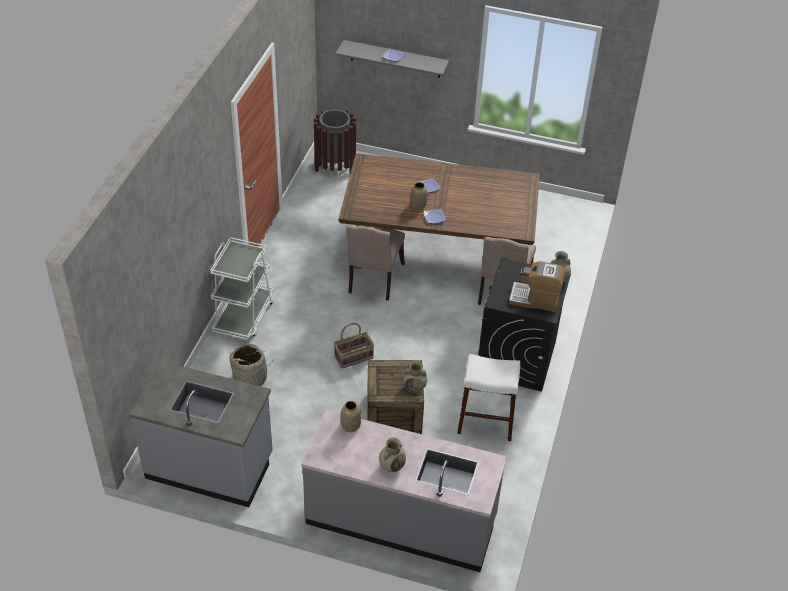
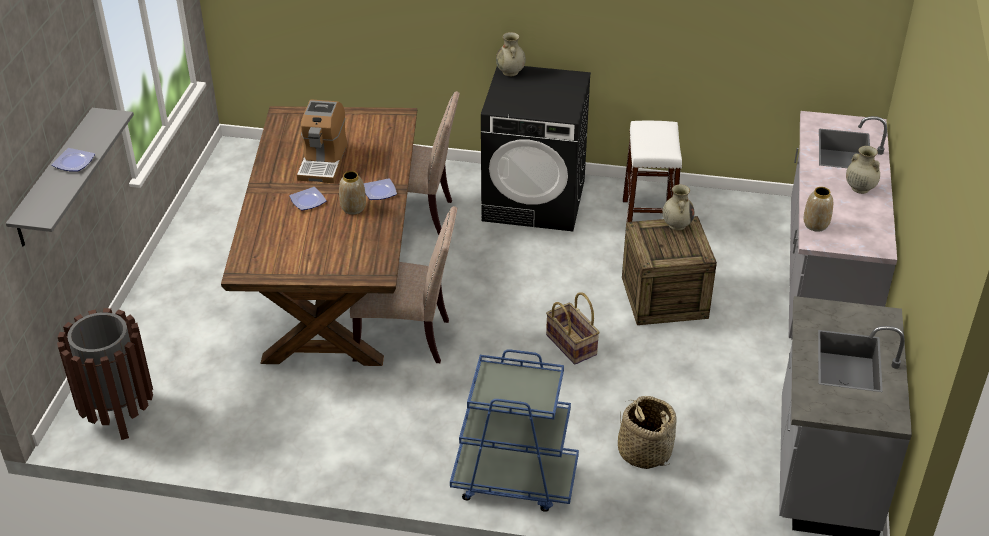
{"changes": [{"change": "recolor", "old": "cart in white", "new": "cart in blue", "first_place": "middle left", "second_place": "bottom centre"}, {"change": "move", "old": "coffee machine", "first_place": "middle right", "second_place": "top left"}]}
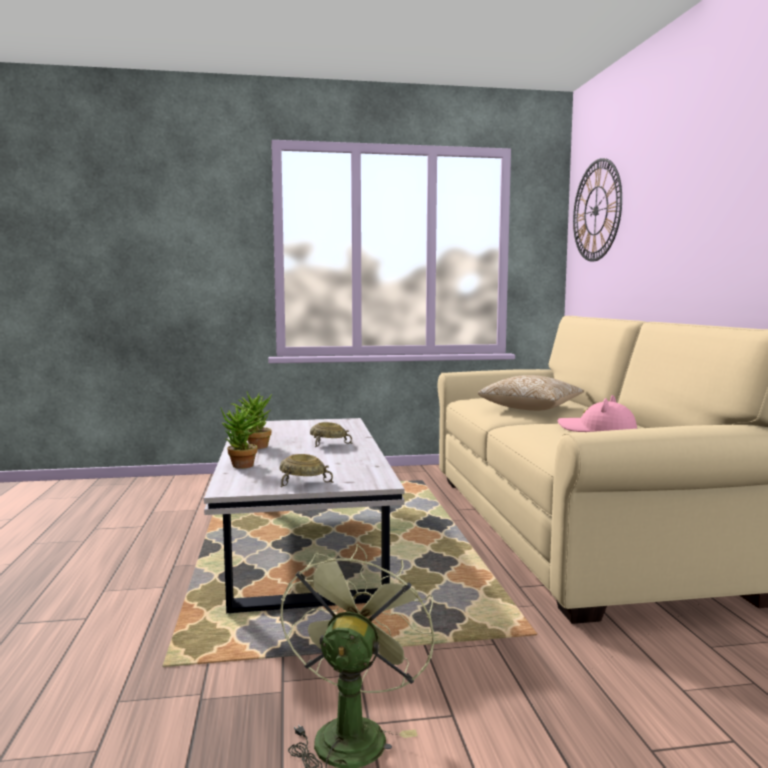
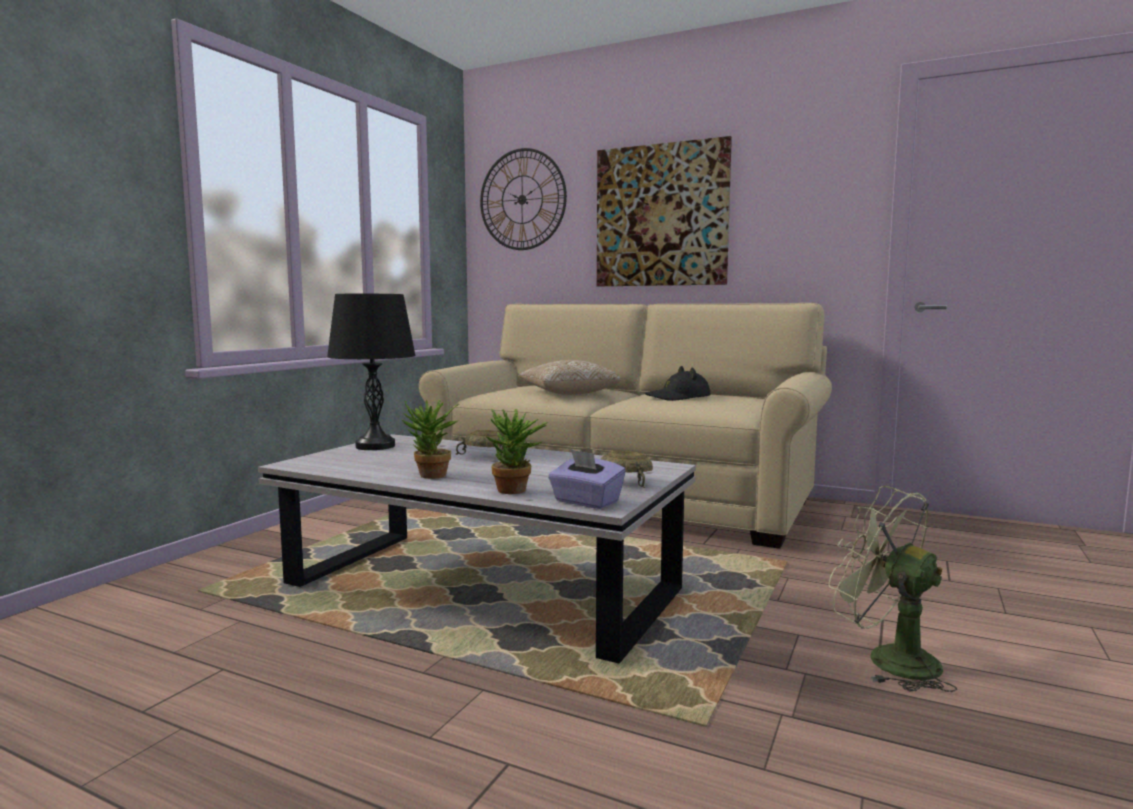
{"changes": [{"change": "recolor", "old": "hat in pink", "new": "hat in black", "first_place": "middle right", "second_place": "centre"}, {"change": "insert", "new": "table lamp in black", "second_place": "middle left"}, {"change": "insert", "new": "tissue box in purple", "second_place": "centre"}, {"change": "insert", "new": "picture", "second_place": "top centre"}]}
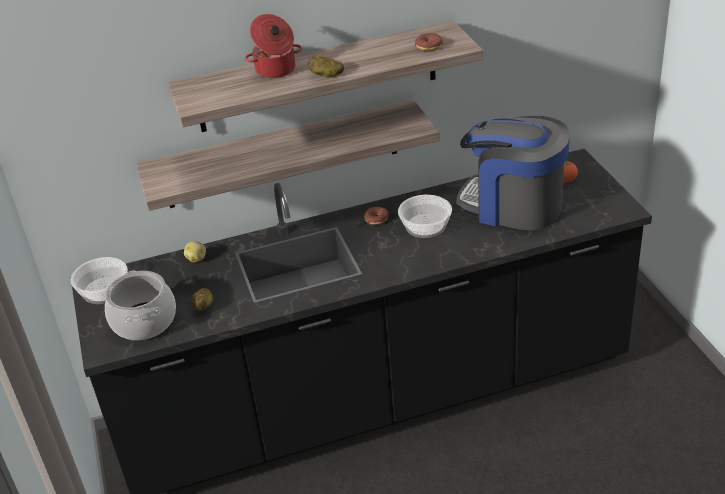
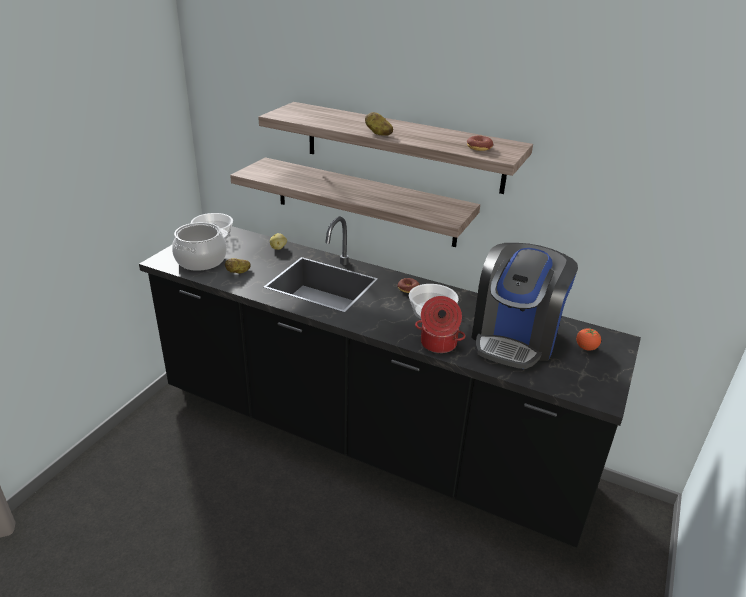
{"changes": [{"change": "move", "old": "cooking pot (2nd from left)", "first_place": "top centre", "second_place": "centre"}, {"change": "rotate", "old": "coffee machine", "first_place": "middle right", "second_place": "middle right", "degrees": -135}]}
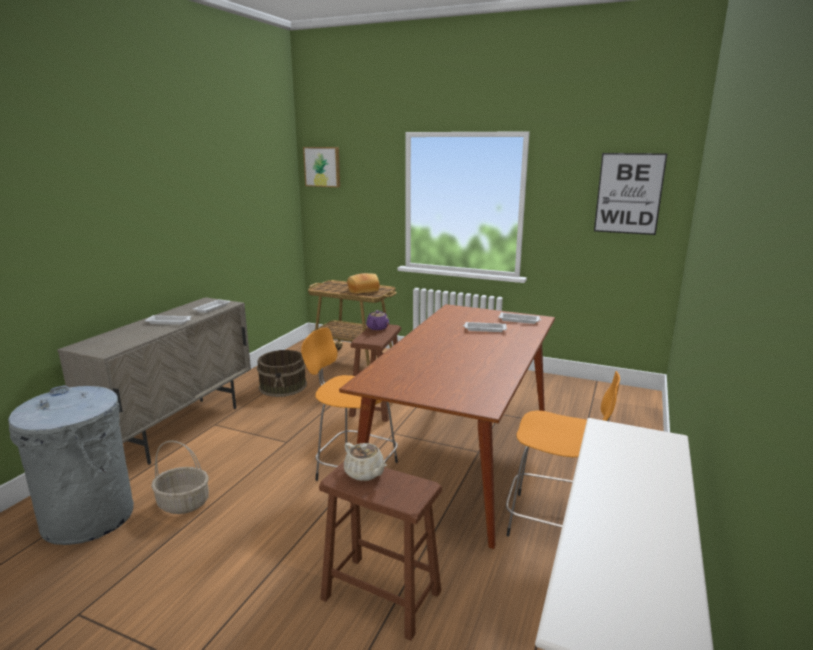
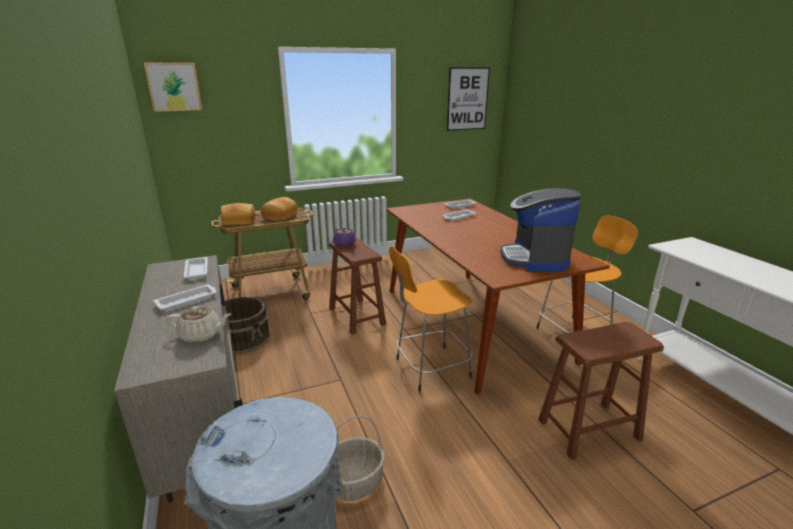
{"changes": [{"change": "move", "old": "teapot in beige", "first_place": "bottom centre", "second_place": "middle left"}, {"change": "insert", "new": "bread (1st from left)", "second_place": "middle left"}, {"change": "insert", "new": "coffee machine", "second_place": "middle right"}]}
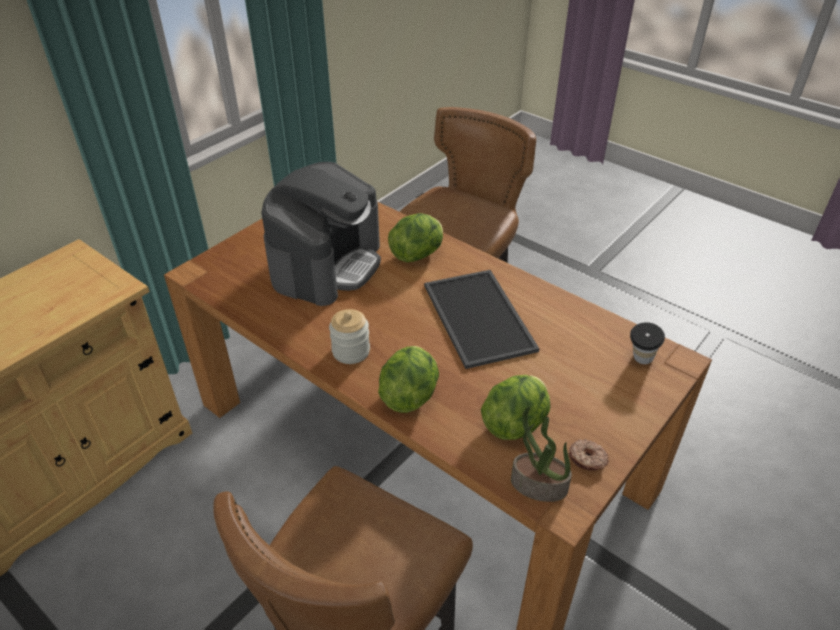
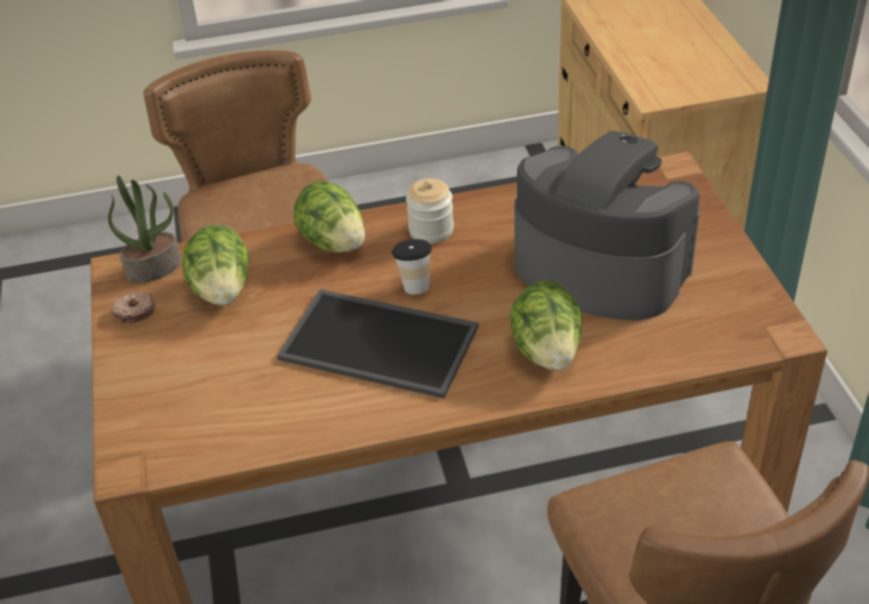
{"changes": [{"change": "rotate", "old": "coffee machine", "first_place": "centre", "second_place": "middle right", "degrees": 150}, {"change": "move", "old": "cup", "first_place": "middle right", "second_place": "centre"}]}
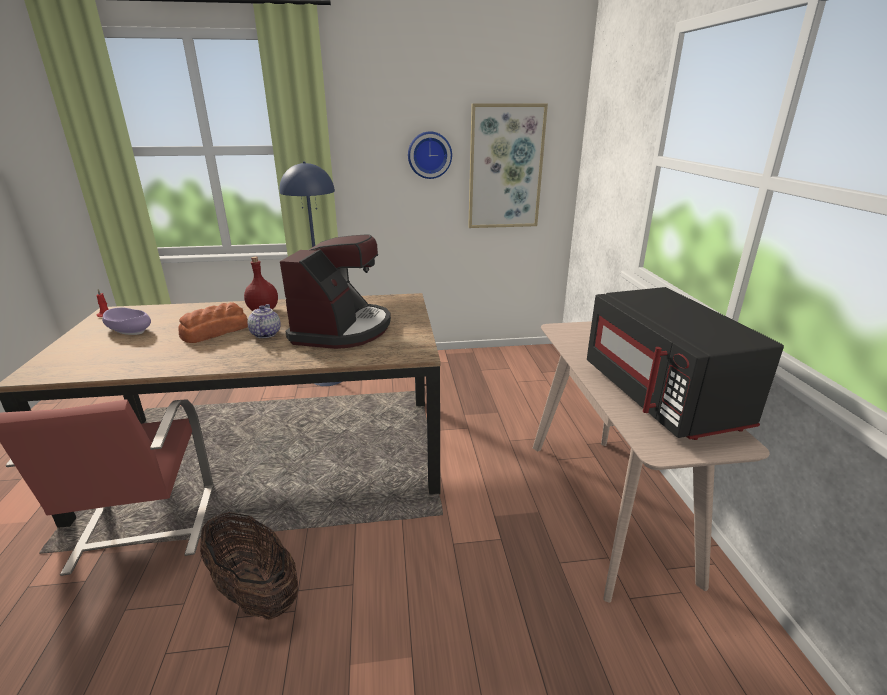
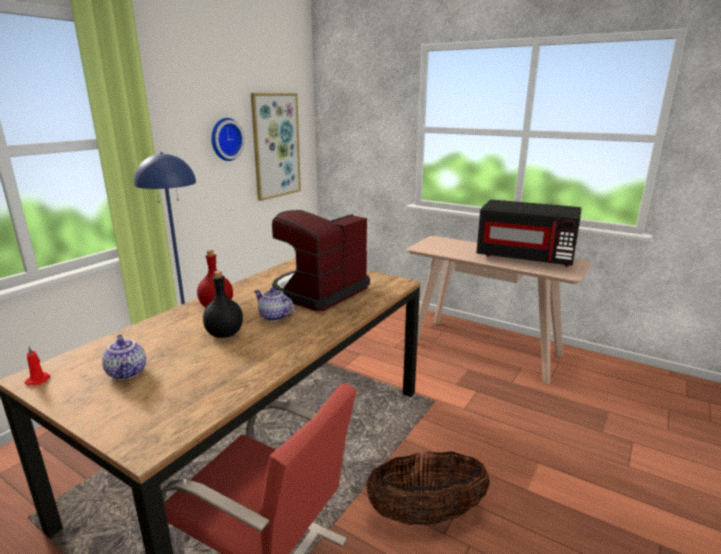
{"changes": [{"change": "replace", "old": "bowl in purple", "new": "teapot (1st from left)", "first_place": "middle left", "second_place": "middle left"}, {"change": "replace", "old": "bread", "new": "bottle in black", "first_place": "middle left", "second_place": "middle left"}, {"change": "rotate", "old": "coffee machine", "first_place": "centre", "second_place": "centre", "degrees": -105}]}
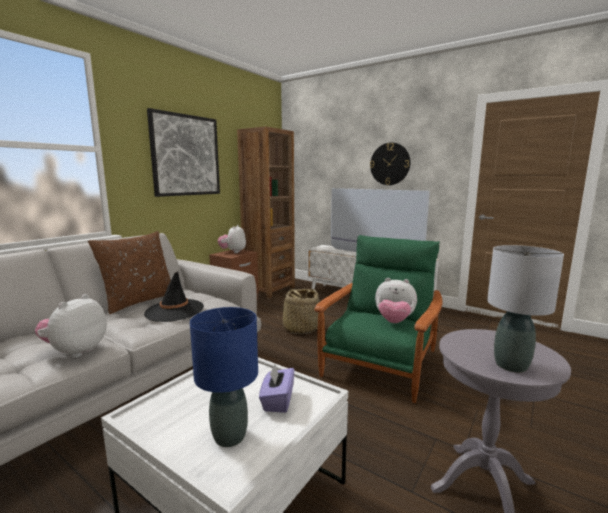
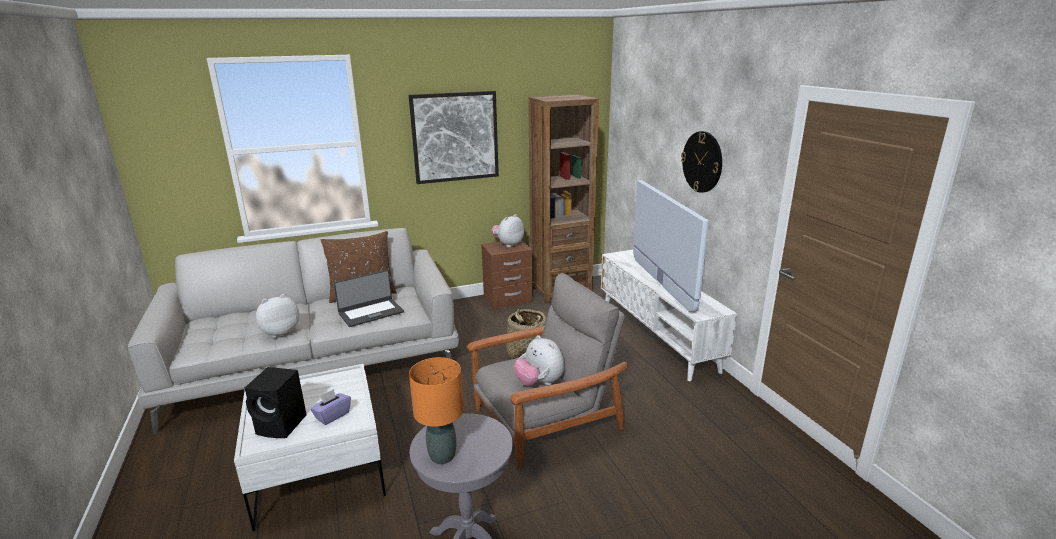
{"changes": [{"change": "replace", "old": "hat in black", "new": "laptop", "first_place": "middle left", "second_place": "centre"}, {"change": "replace", "old": "table lamp in blue", "new": "speaker in black", "first_place": "bottom centre", "second_place": "bottom left"}, {"change": "recolor", "old": "armchair in green", "new": "armchair in grey", "first_place": "centre", "second_place": "bottom centre"}, {"change": "recolor", "old": "table lamp in grey", "new": "table lamp in orange", "first_place": "middle right", "second_place": "bottom centre"}]}
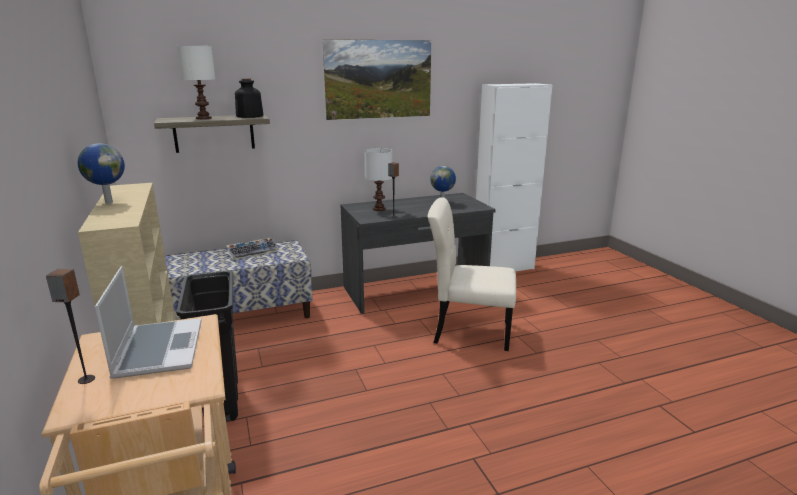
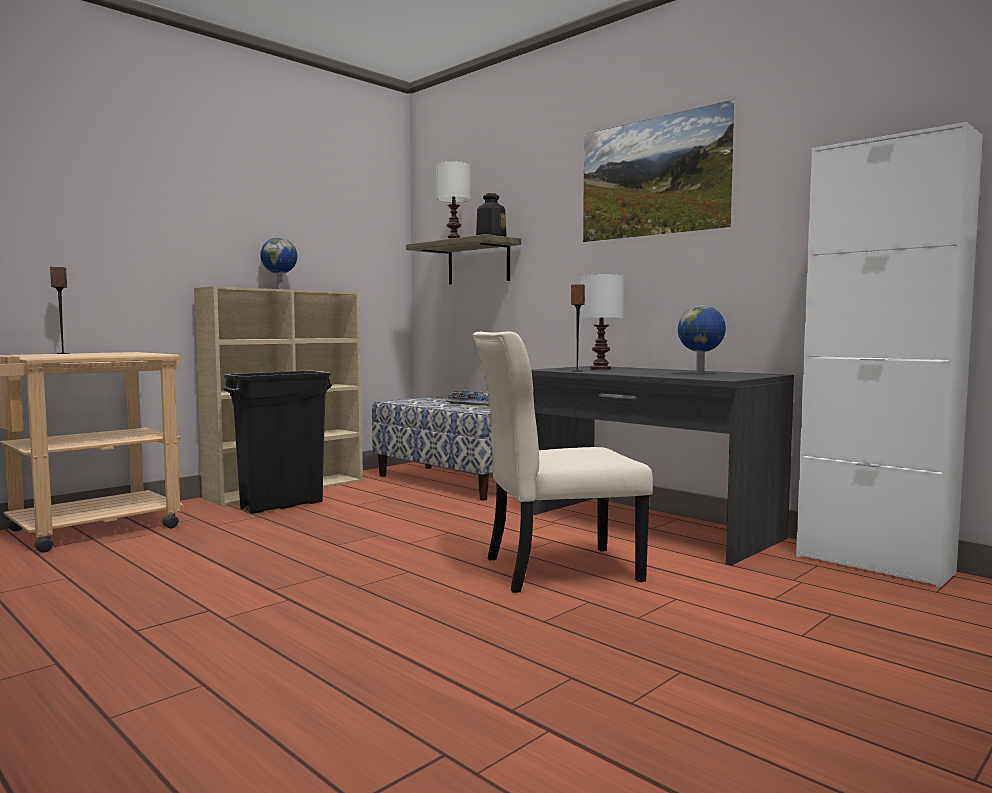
{"changes": [{"change": "delete", "old": "laptop", "first_place": "middle left"}, {"change": "rotate", "old": "chair in beige", "first_place": "centre", "second_place": "centre", "degrees": -90}]}
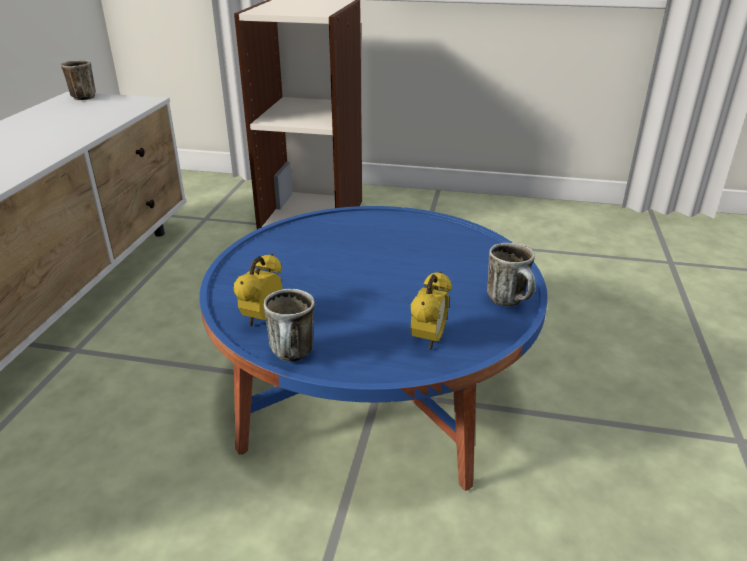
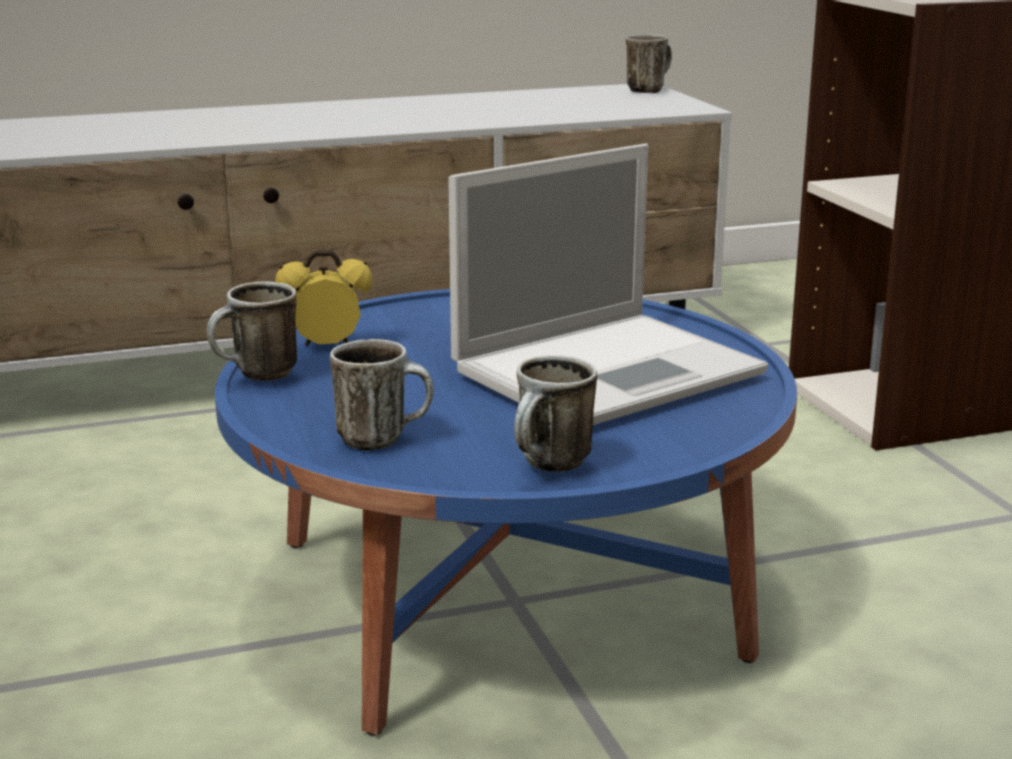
{"changes": [{"change": "replace", "old": "alarm clock (2nd from left)", "new": "mug (2nd from left)", "first_place": "centre", "second_place": "centre"}, {"change": "insert", "new": "laptop", "second_place": "centre"}]}
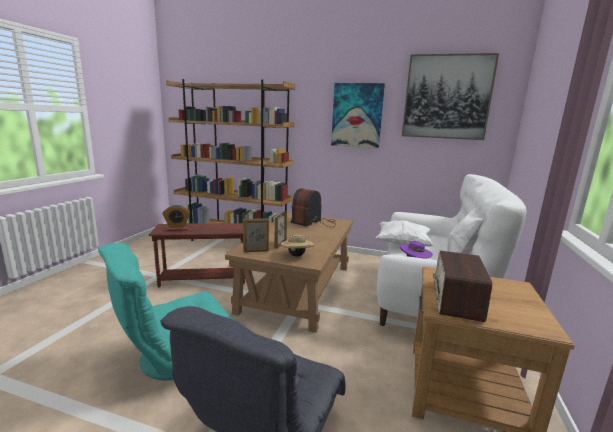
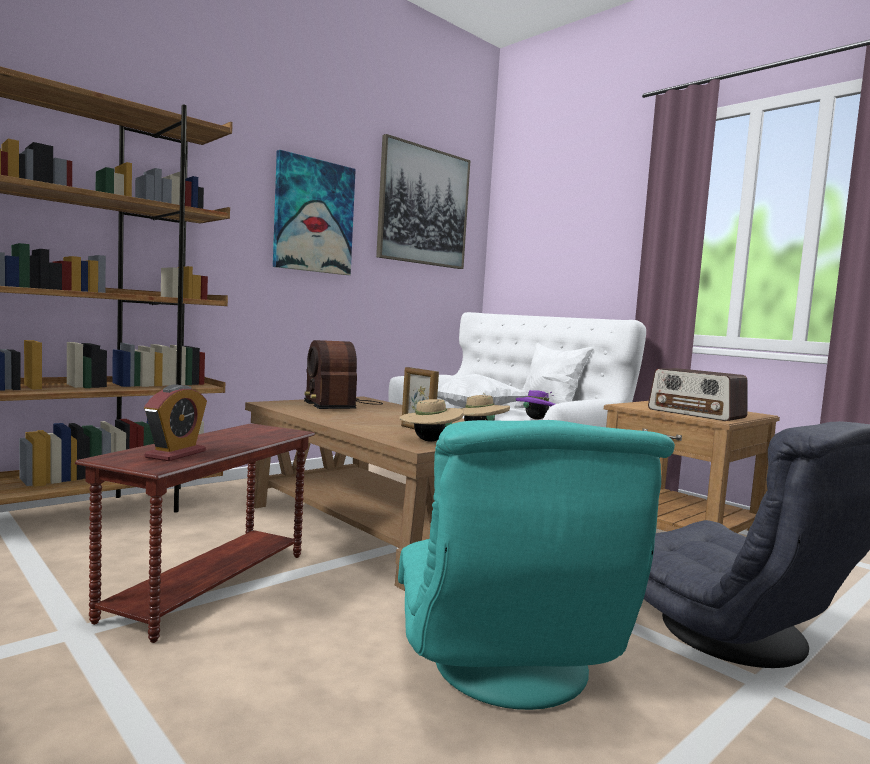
{"changes": [{"change": "replace", "old": "picture frame (1st from left)", "new": "hat in beige (1st from left)", "first_place": "centre", "second_place": "centre"}]}
